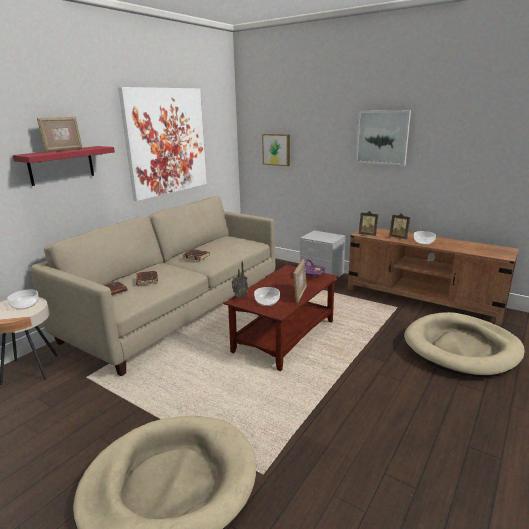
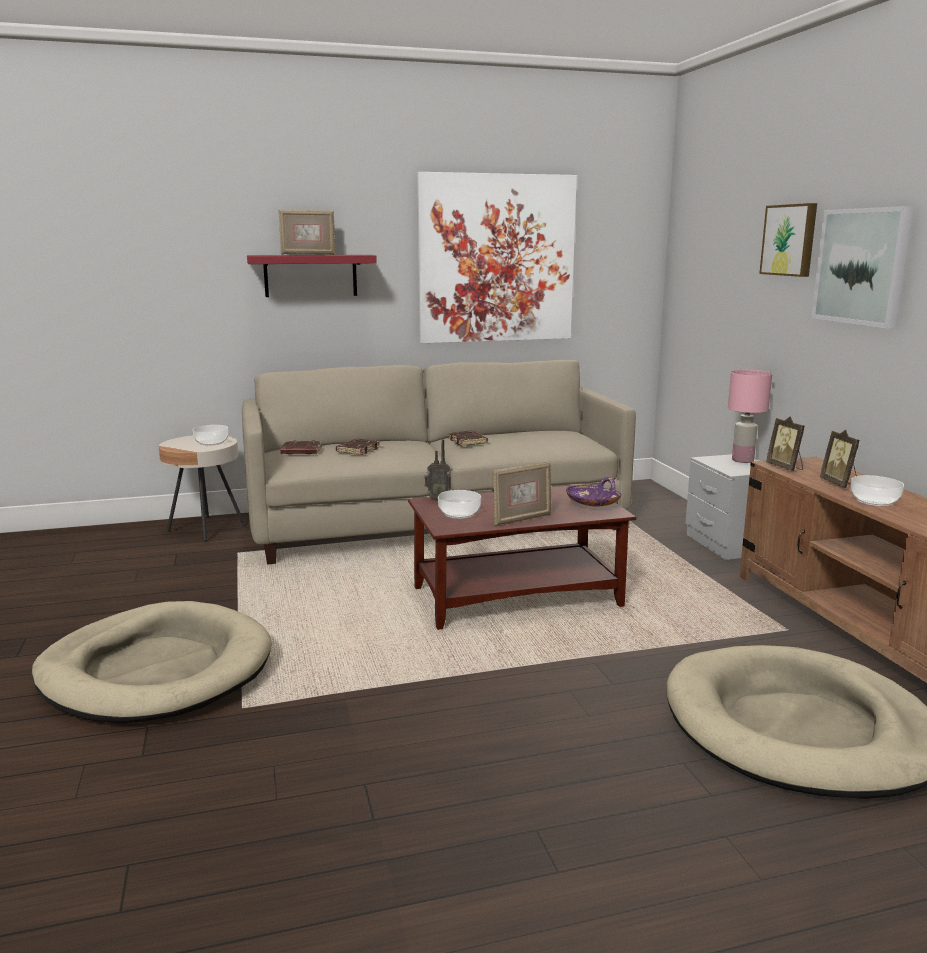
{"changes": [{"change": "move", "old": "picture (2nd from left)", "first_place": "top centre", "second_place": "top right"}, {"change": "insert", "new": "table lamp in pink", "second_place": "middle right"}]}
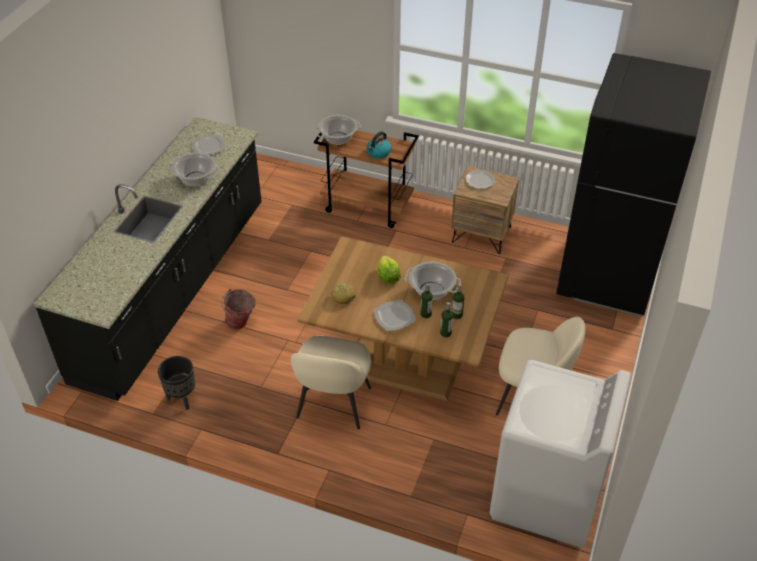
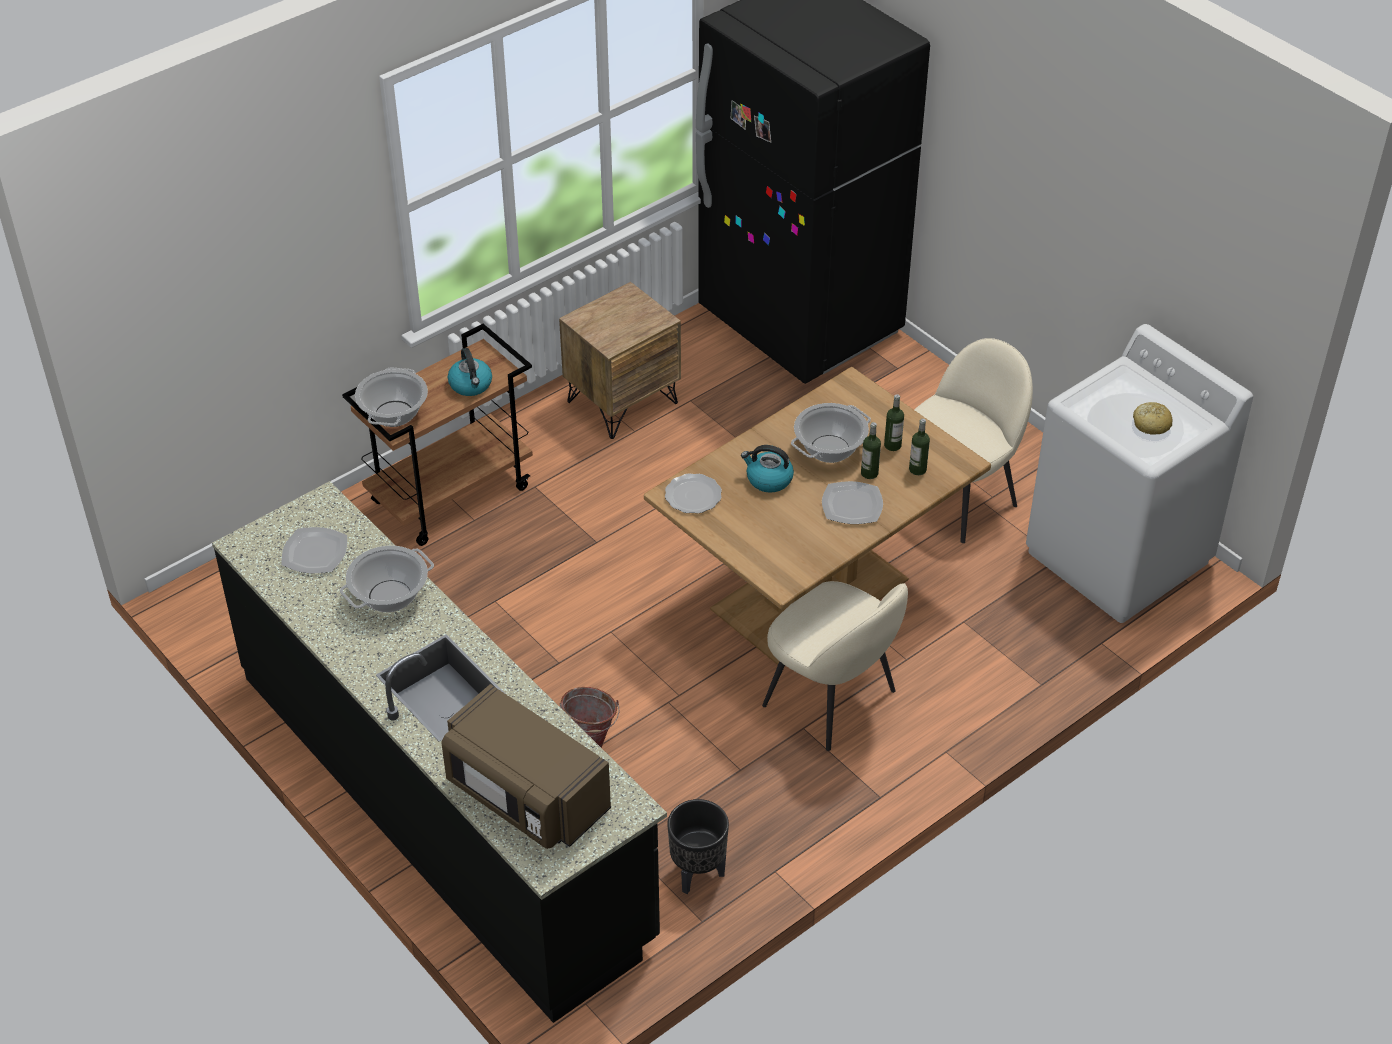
{"changes": [{"change": "move", "old": "bread", "first_place": "centre", "second_place": "middle right"}, {"change": "replace", "old": "lettuce", "new": "kettle (2nd from left)", "first_place": "centre", "second_place": "centre"}, {"change": "move", "old": "plate (3rd from left in the first image)", "new": "plate (2nd from left)", "first_place": "top centre", "second_place": "centre"}, {"change": "insert", "new": "microwave in brown", "second_place": "bottom centre"}]}
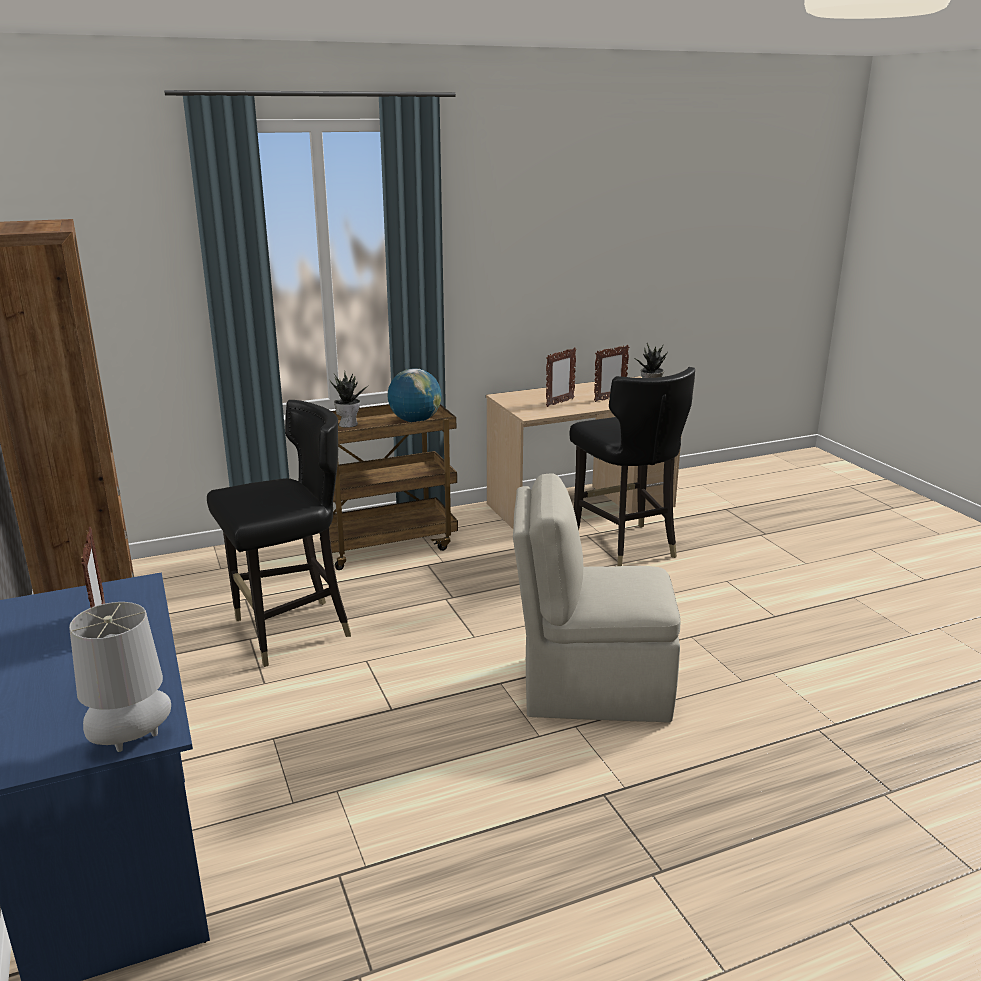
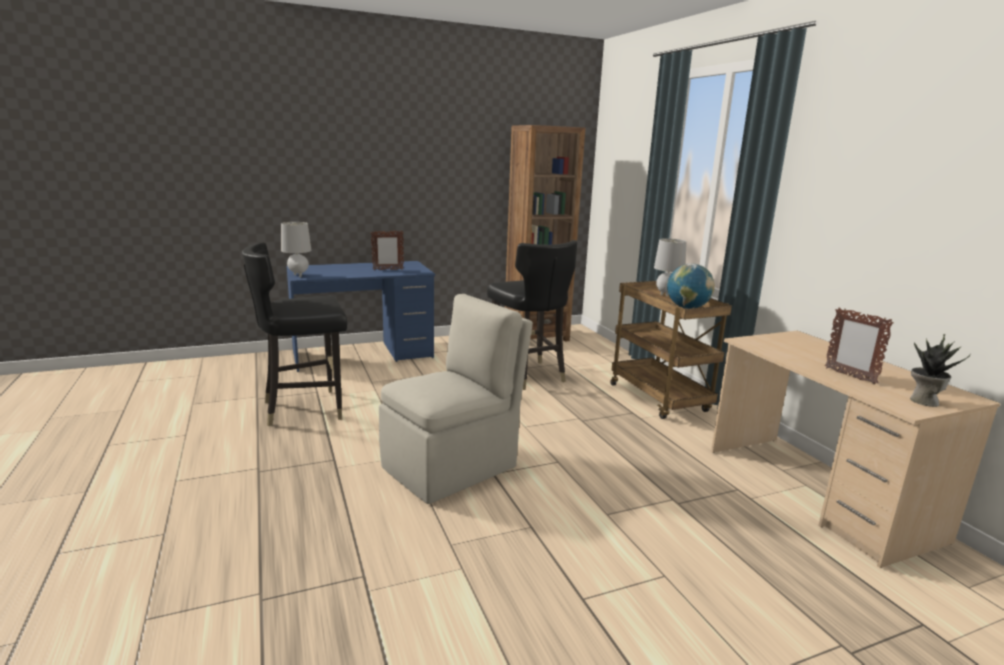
{"changes": [{"change": "replace", "old": "potted plant (1st from left)", "new": "table lamp in grey (2nd from left)", "first_place": "centre", "second_place": "middle right"}, {"change": "rotate", "old": "chair in beige", "first_place": "centre", "second_place": "centre", "degrees": 45}, {"change": "delete", "old": "picture frame (2nd from left)", "first_place": "centre"}, {"change": "move", "old": "chair in black (2nd from left in the first image)", "new": "chair in black (1st from left)", "first_place": "centre", "second_place": "middle left"}]}
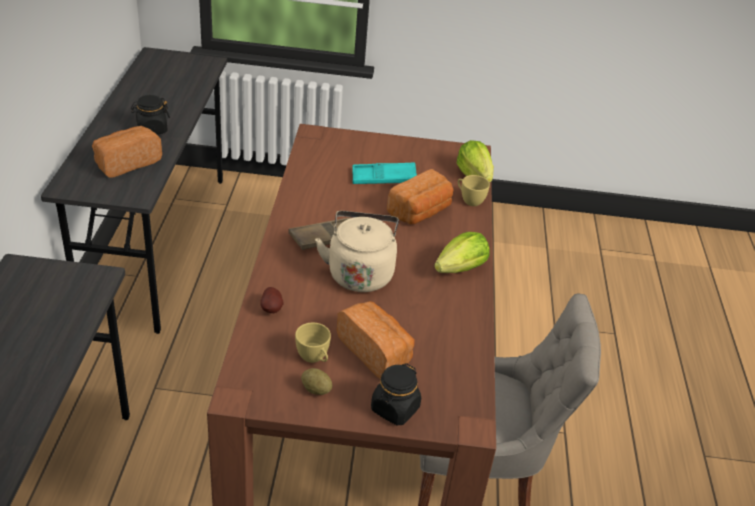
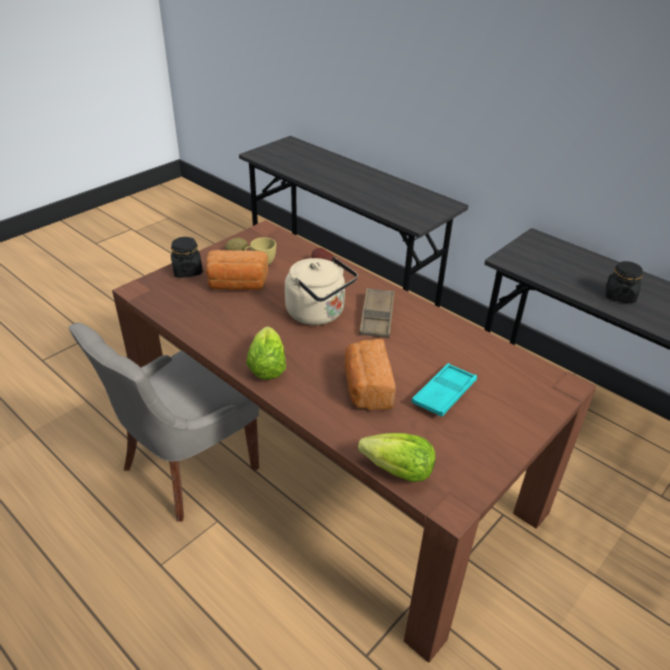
{"changes": [{"change": "delete", "old": "bread (1st from left)", "first_place": "top left"}, {"change": "delete", "old": "cup in yellow (2nd from left)", "first_place": "centre"}]}
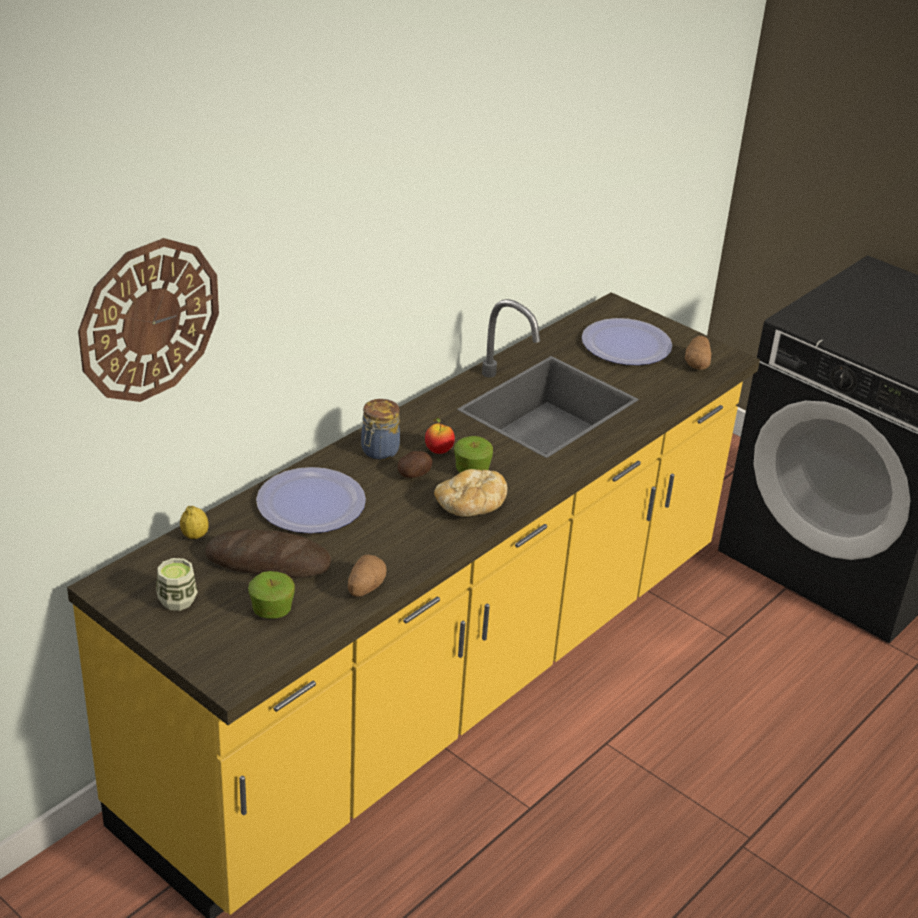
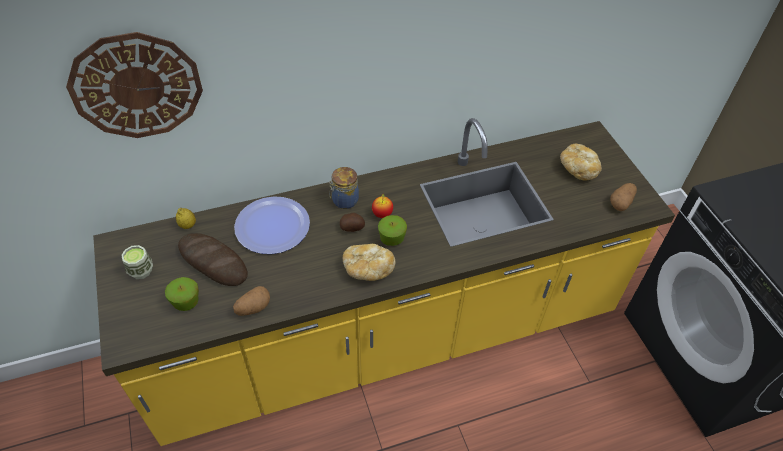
{"changes": [{"change": "replace", "old": "plate (2nd from left)", "new": "bread (3rd from left)", "first_place": "middle right", "second_place": "middle right"}]}
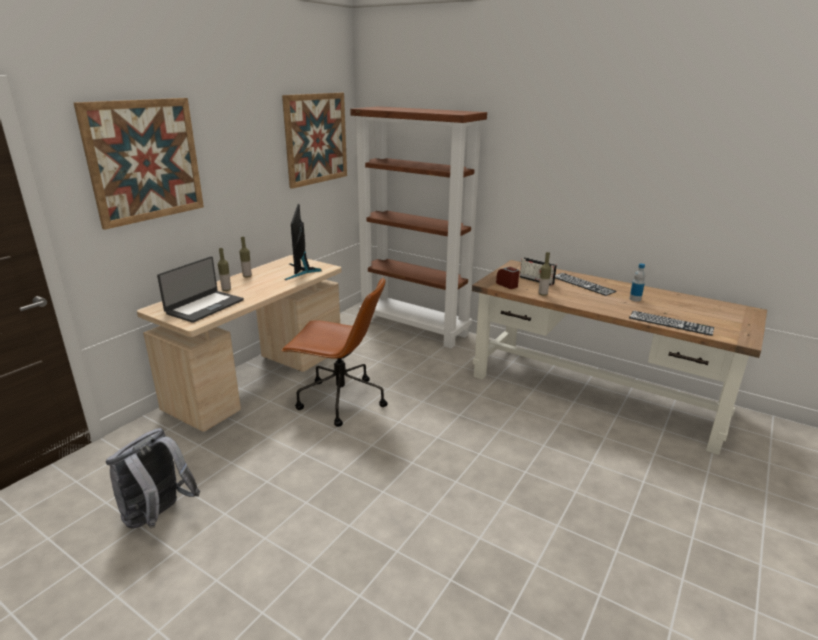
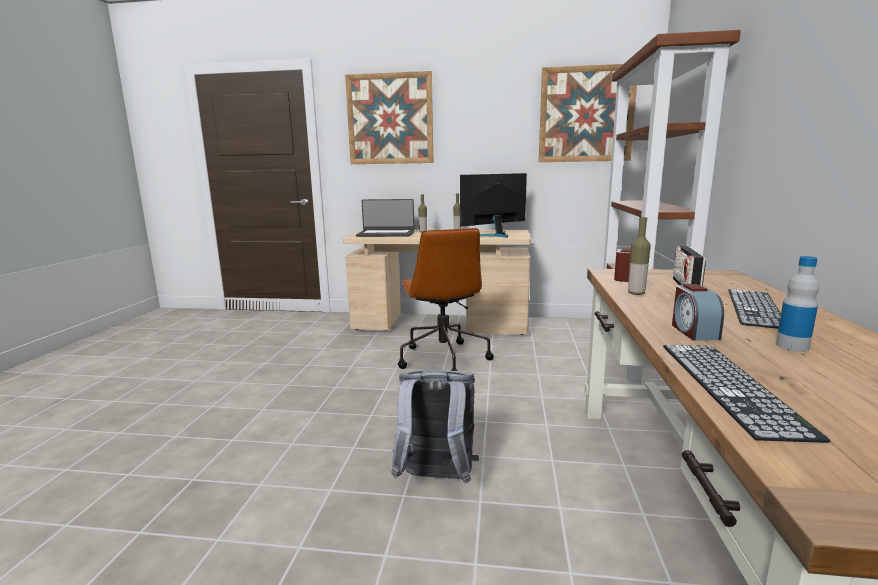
{"changes": [{"change": "move", "old": "backpack in grey", "first_place": "bottom left", "second_place": "bottom centre"}, {"change": "insert", "new": "alarm clock (2nd from left)", "second_place": "middle right"}]}
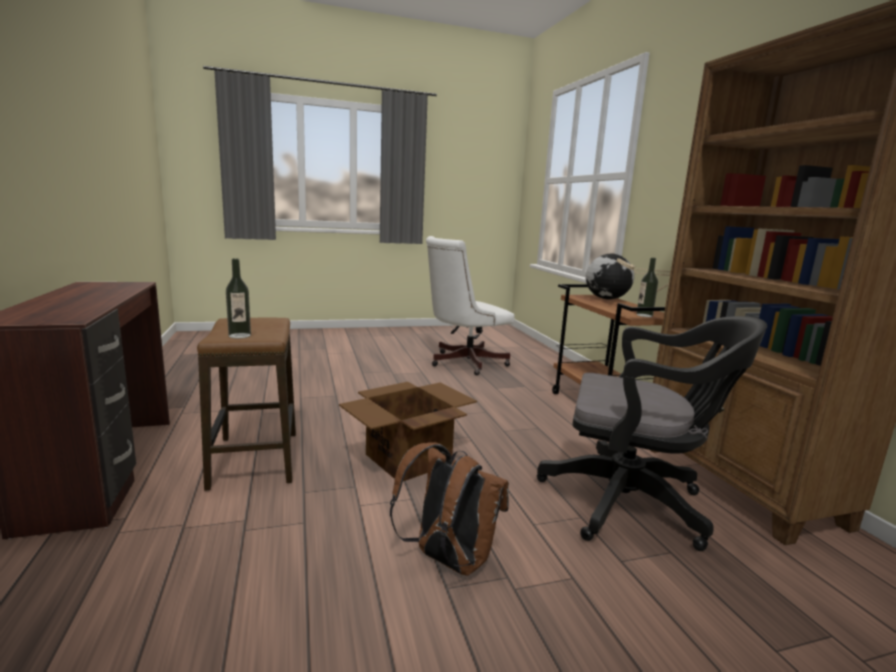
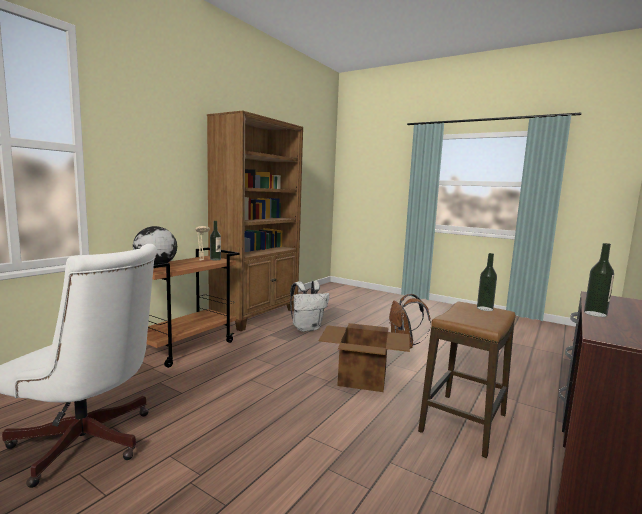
{"changes": [{"change": "replace", "old": "office chair in black", "new": "backpack in white", "first_place": "middle right", "second_place": "centre"}, {"change": "insert", "new": "bottle (3rd from left)", "second_place": "middle right"}]}
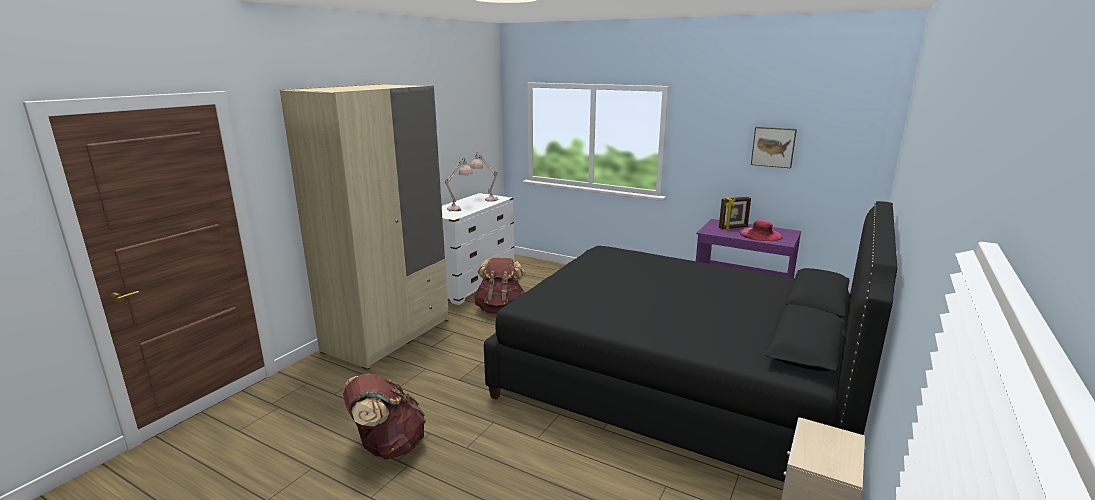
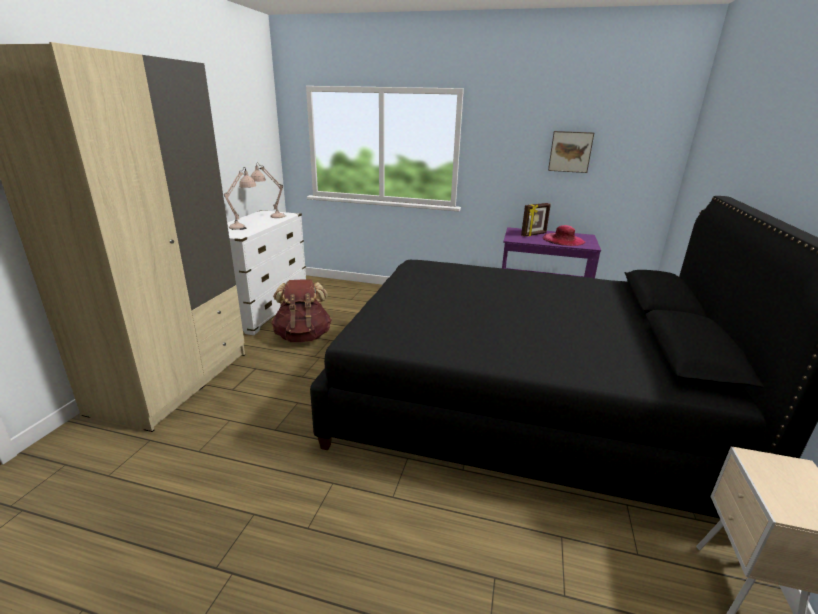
{"changes": [{"change": "delete", "old": "backpack in brown (1st from left)", "first_place": "bottom centre"}]}
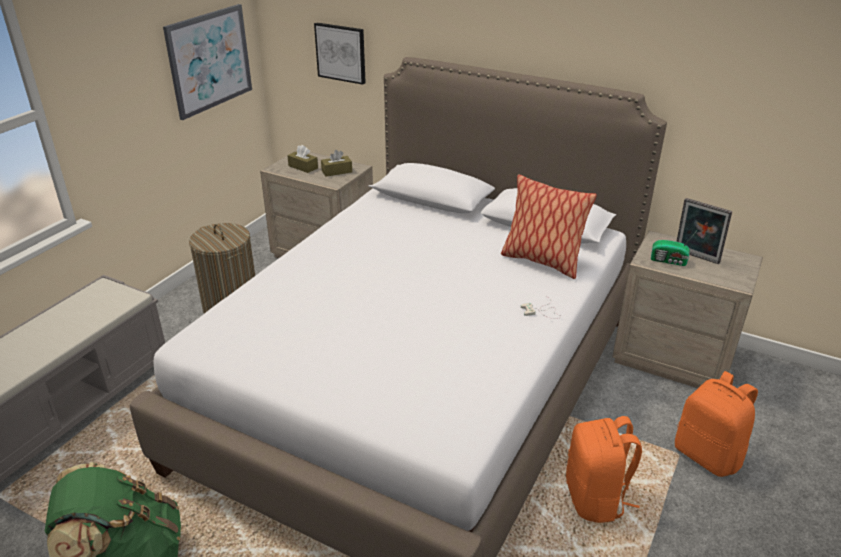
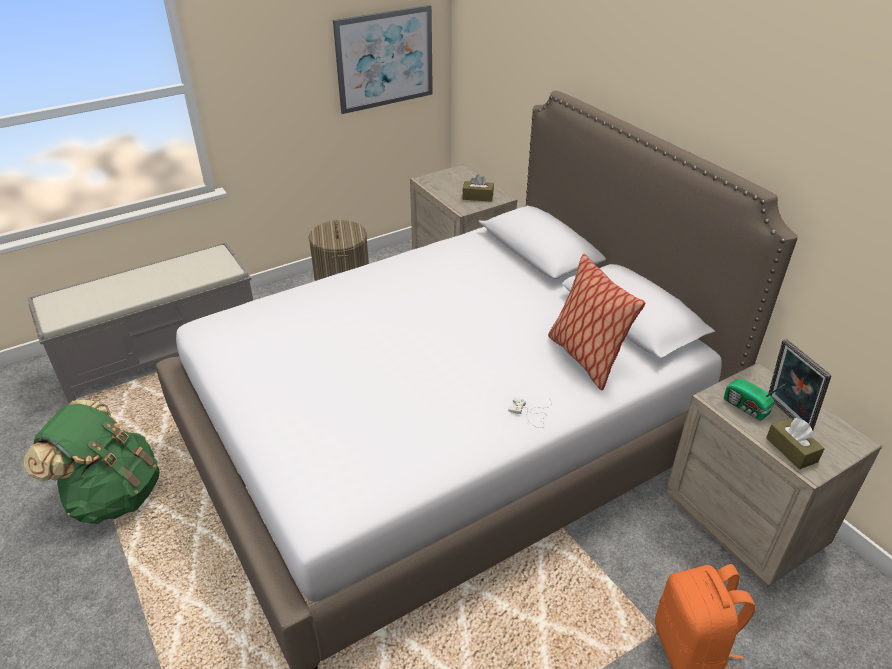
{"changes": [{"change": "move", "old": "tissue box in brown (1st from left in the first image)", "new": "tissue box in brown (2nd from left)", "first_place": "top centre", "second_place": "middle right"}, {"change": "delete", "old": "picture (2nd from left)", "first_place": "top centre"}, {"change": "delete", "old": "backpack in orange (1st from left)", "first_place": "bottom right"}]}
